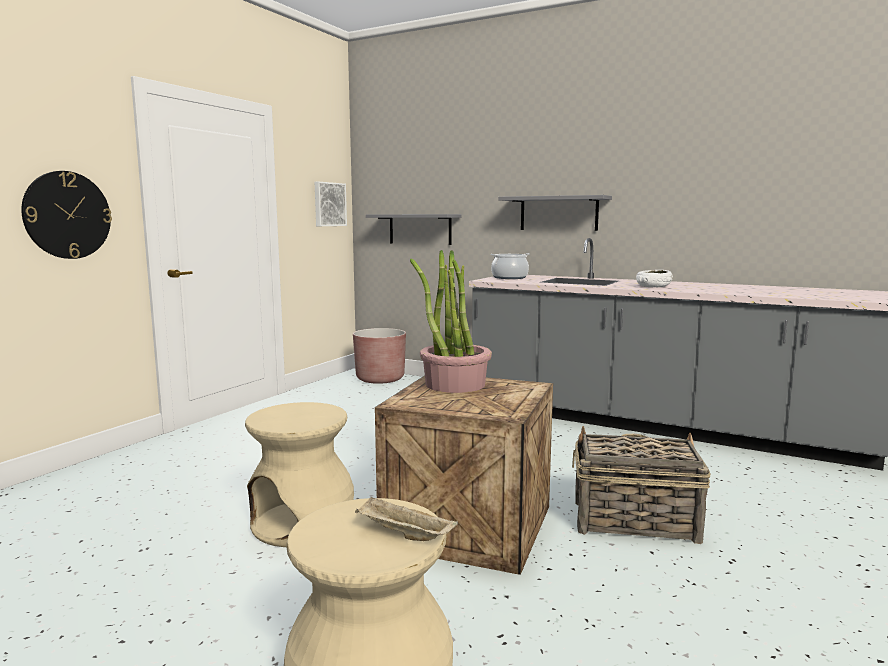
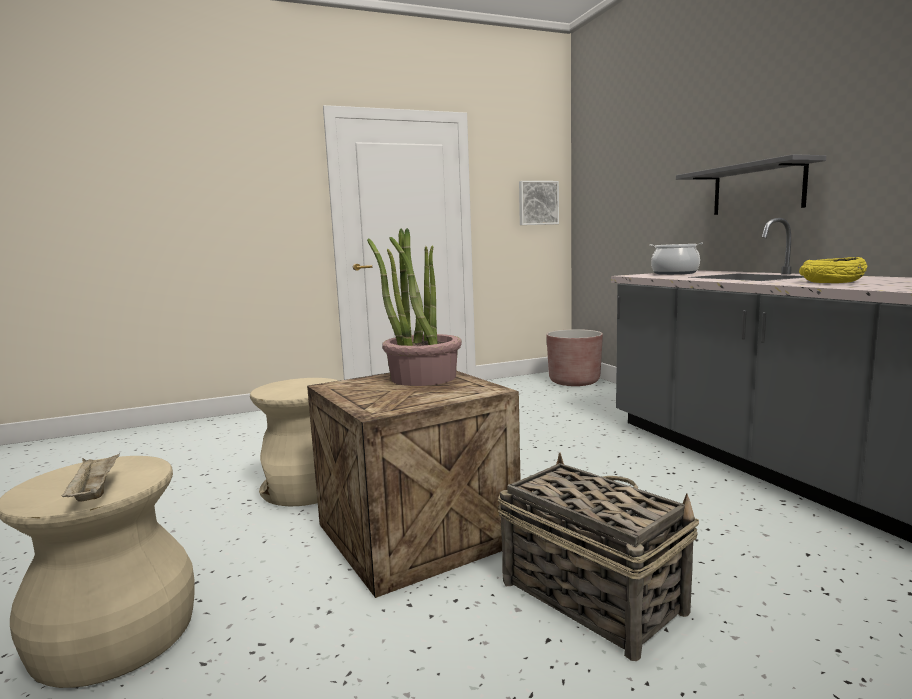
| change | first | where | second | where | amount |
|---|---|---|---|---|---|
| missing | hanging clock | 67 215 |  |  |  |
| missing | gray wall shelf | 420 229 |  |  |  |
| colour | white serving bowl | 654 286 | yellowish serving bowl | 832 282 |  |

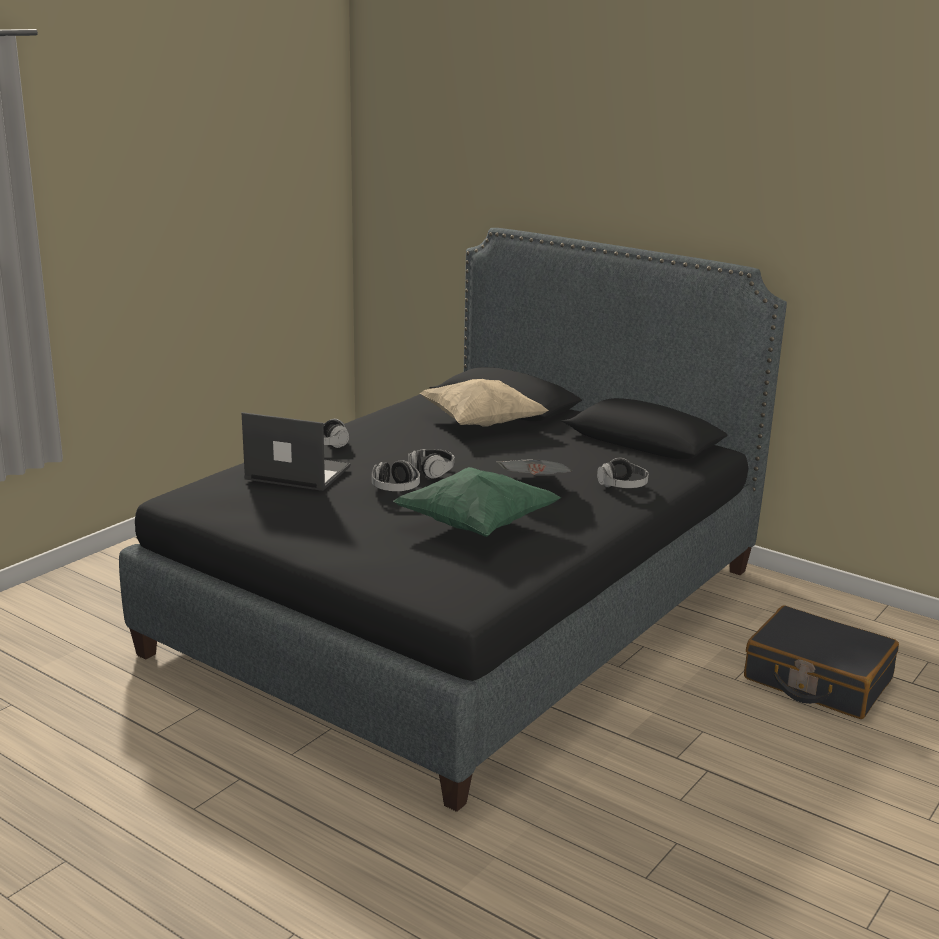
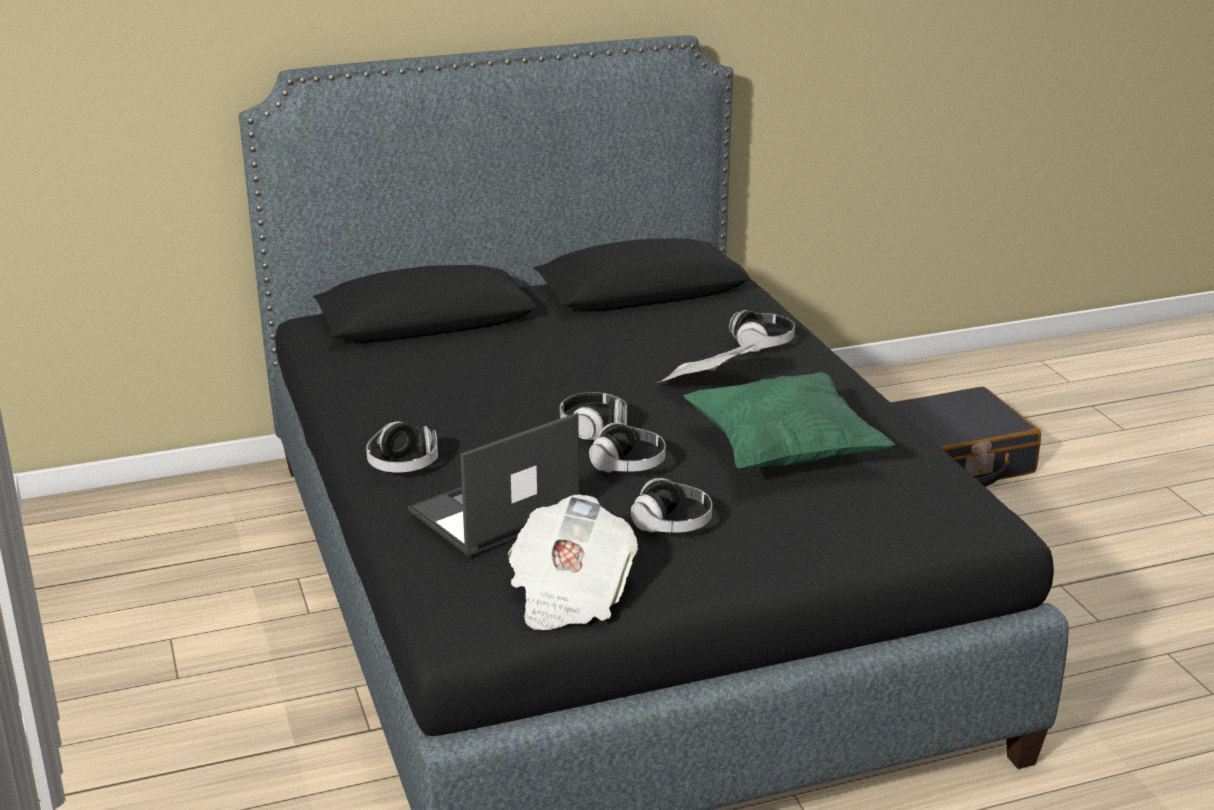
| change | first | where | second | where | amount |
|---|---|---|---|---|---|
| missing | beige-coloured pillow | 481 423 |  |  |  |
| appeared |  |  | pair of headphones | 672 525 |  |
| appeared |  |  | daily paper | 569 595 |  |

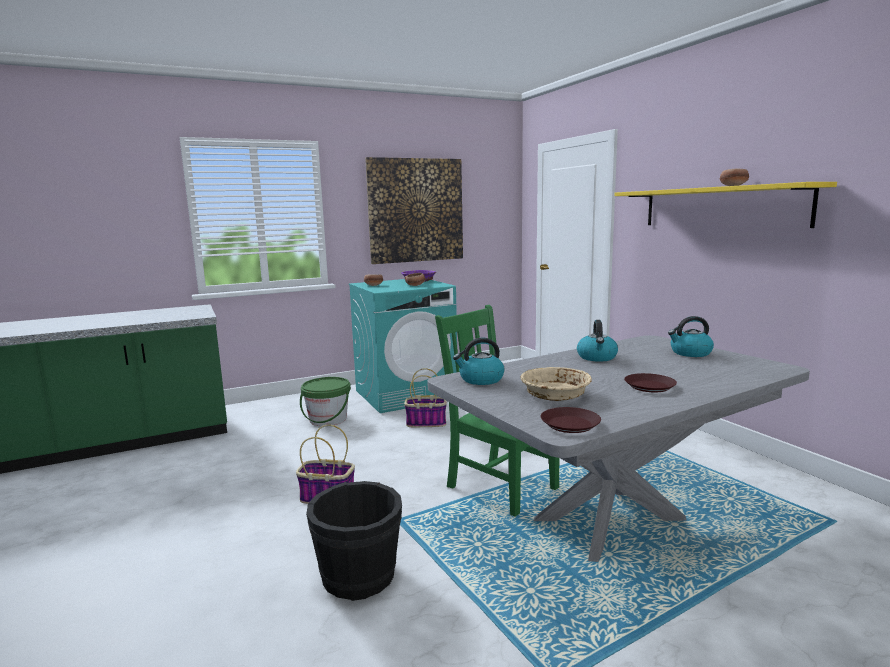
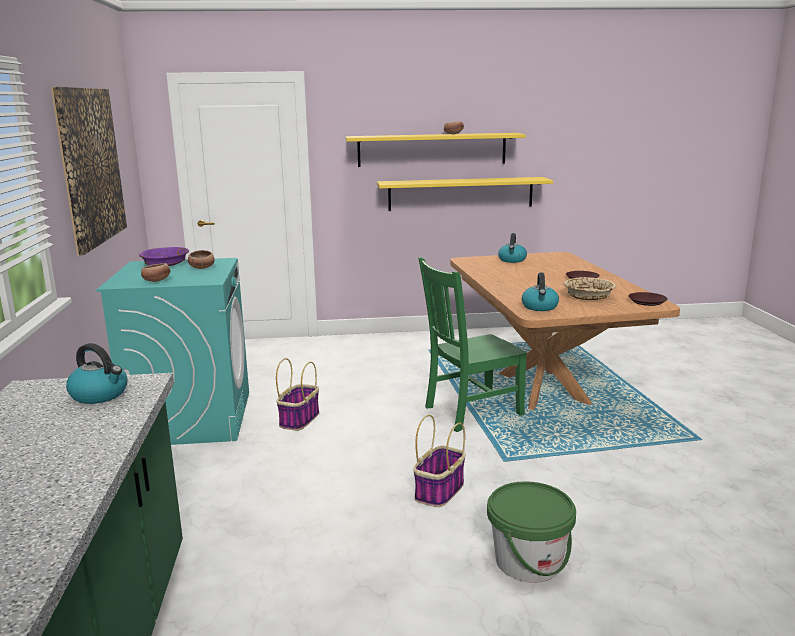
| change | first | where | second | where | amount |
|---|---|---|---|---|---|
| relocated | water kettle | 597 357 |  | 100 395 |  |
| colour | gray dinner table | 611 520 | brown-coloured dinner table | 542 388 |  |
| relocated | green-coloured pail | 328 419 |  | 528 561 |  |
| missing | black pail | 359 577 |  |  |  |
| appeared |  |  | yellowish wall shelf | 460 193 |  |

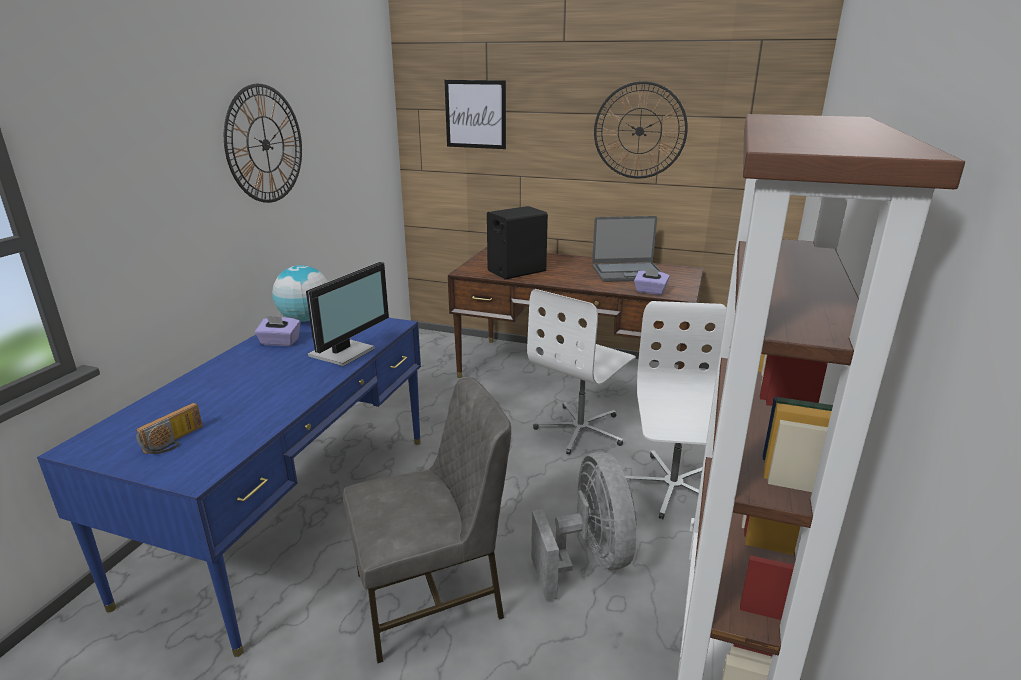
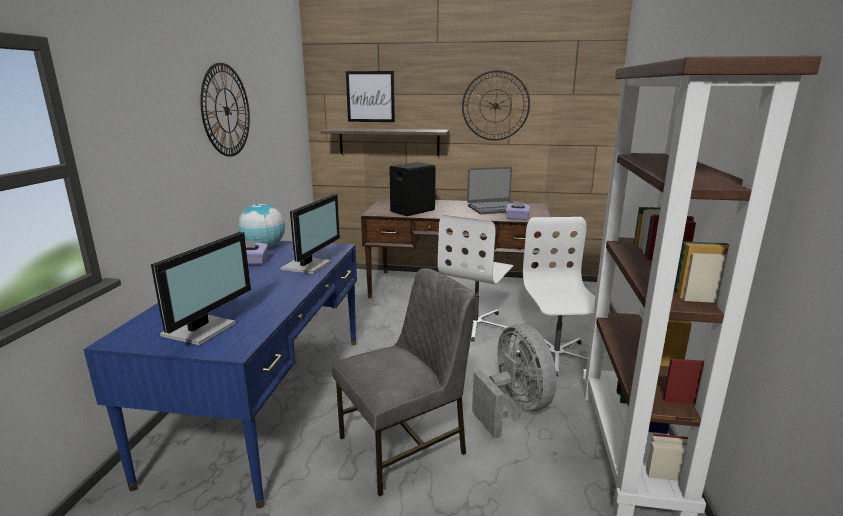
| change | first | where | second | where | amount |
|---|---|---|---|---|---|
| exchanged | radio | 175 442 | computer display | 202 329 |  |
| appeared |  |  | wall shelf | 389 141 |  |

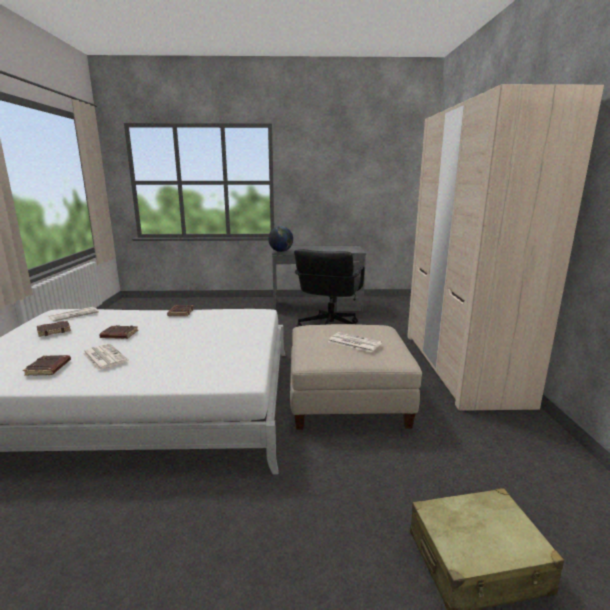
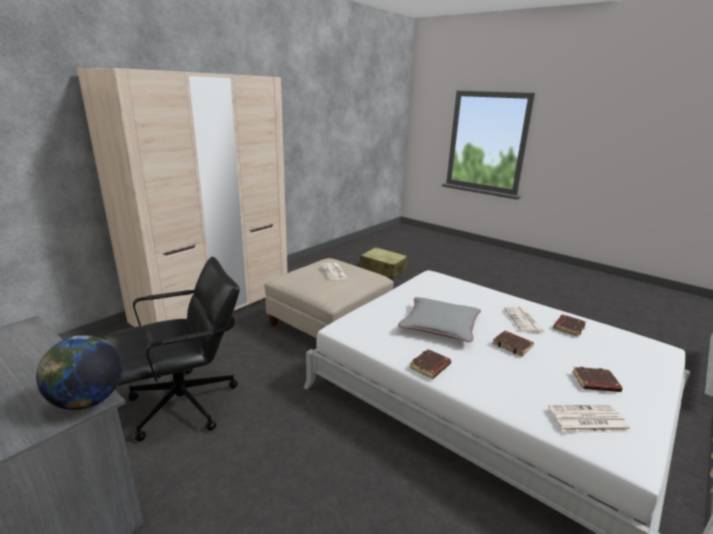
| change | first | where | second | where | amount |
|---|---|---|---|---|---|
| appeared |  |  | gray pillow | 440 325 |  |

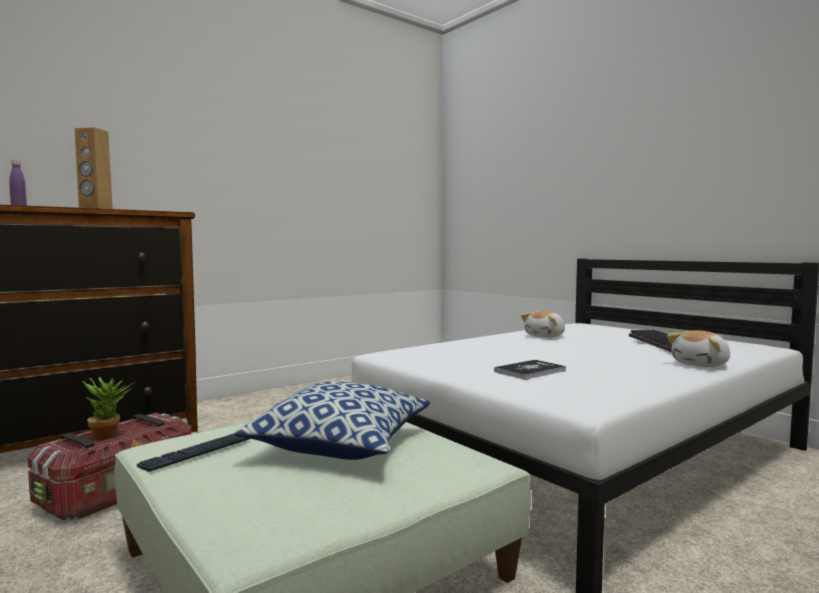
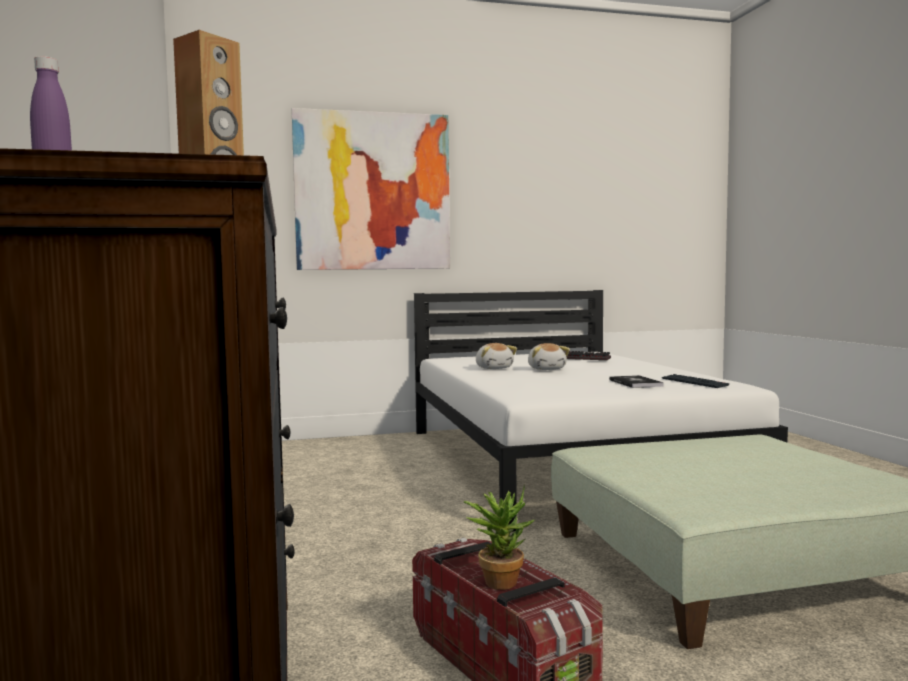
| change | first | where | second | where | amount |
|---|---|---|---|---|---|
| relocated | soft toy | 702 365 |  | 547 369 |  |
| missing | pillow | 341 444 |  |  |  |
| relocated | computer keyboard | 197 453 |  | 694 382 |  |
| appeared |  |  | wall art | 373 191 |  |

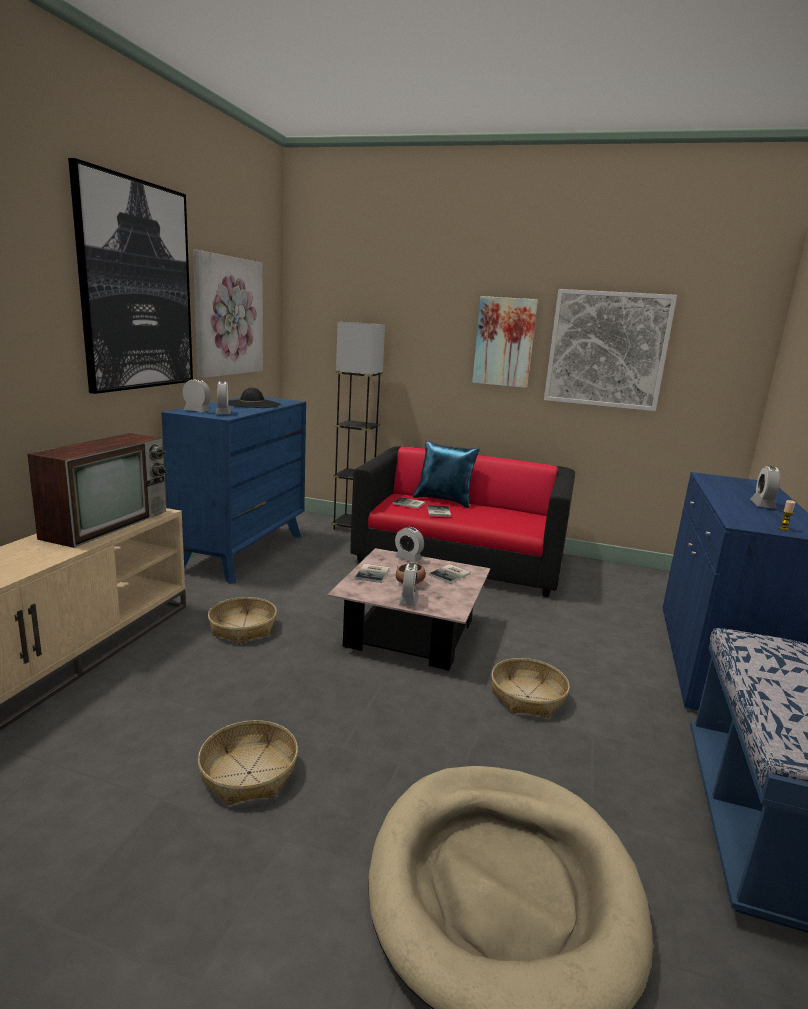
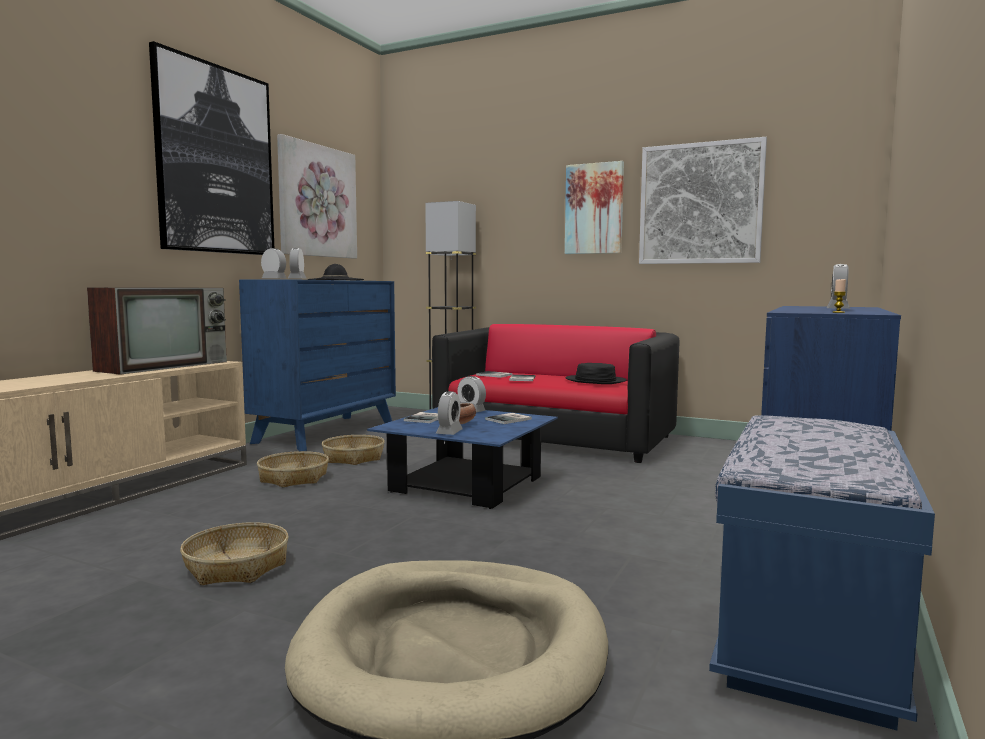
| change | first | where | second | where | amount |
|---|---|---|---|---|---|
| missing | blue pillow | 444 500 |  |  |  |
| colour | pink coffee table | 410 633 | blue coffee table | 467 484 |  |
| relocated | household basket | 527 697 |  | 353 458 |  |
| appeared |  |  | black hat | 595 381 |  |

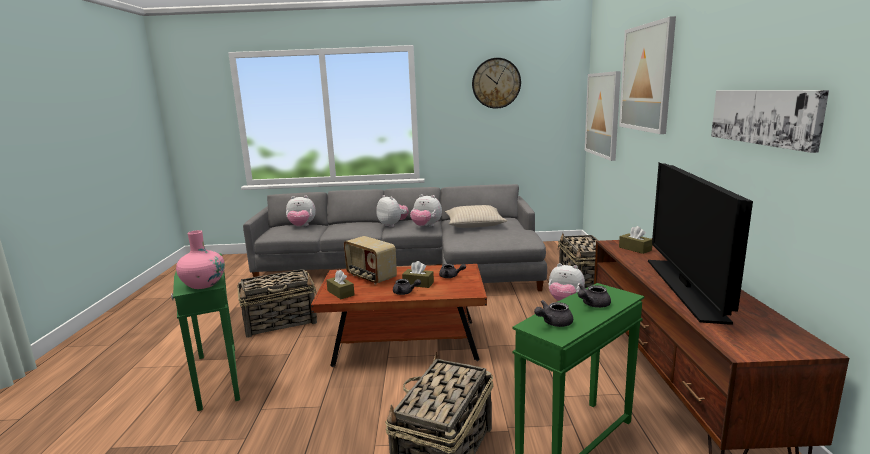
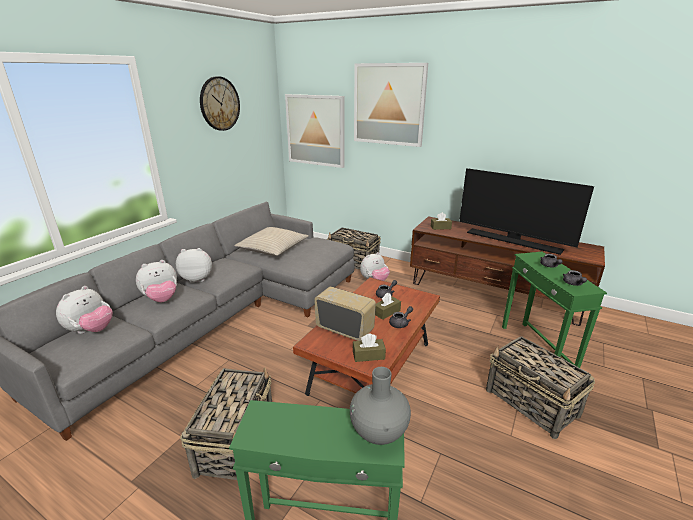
| change | first | where | second | where | amount |
|---|---|---|---|---|---|
| missing | wall art | 764 117 |  |  |  |
| relocated | soft toy | 426 226 |  | 162 299 |  |
| colour | pink decorative vase | 203 284 | gray decorative vase | 378 430 |  |
| spun | radio | 370 277 |  | 345 329 | 135 degrees counterclockwise |

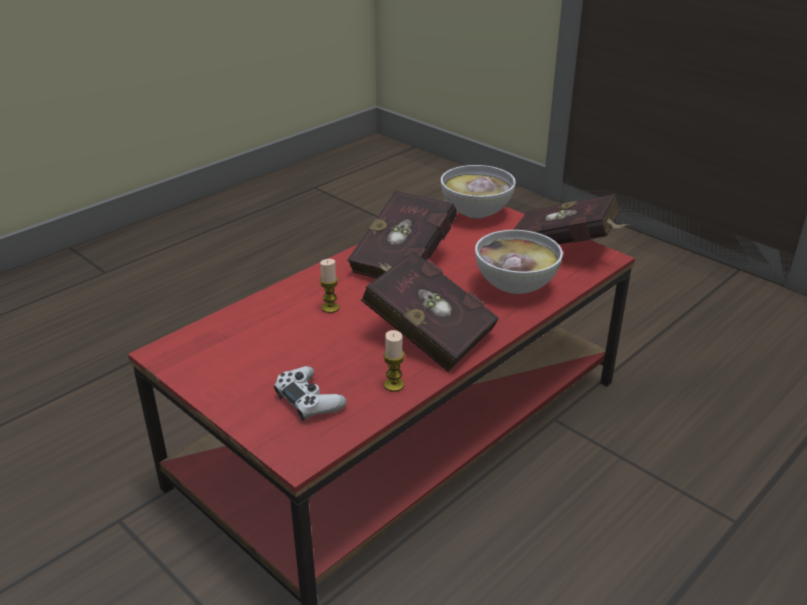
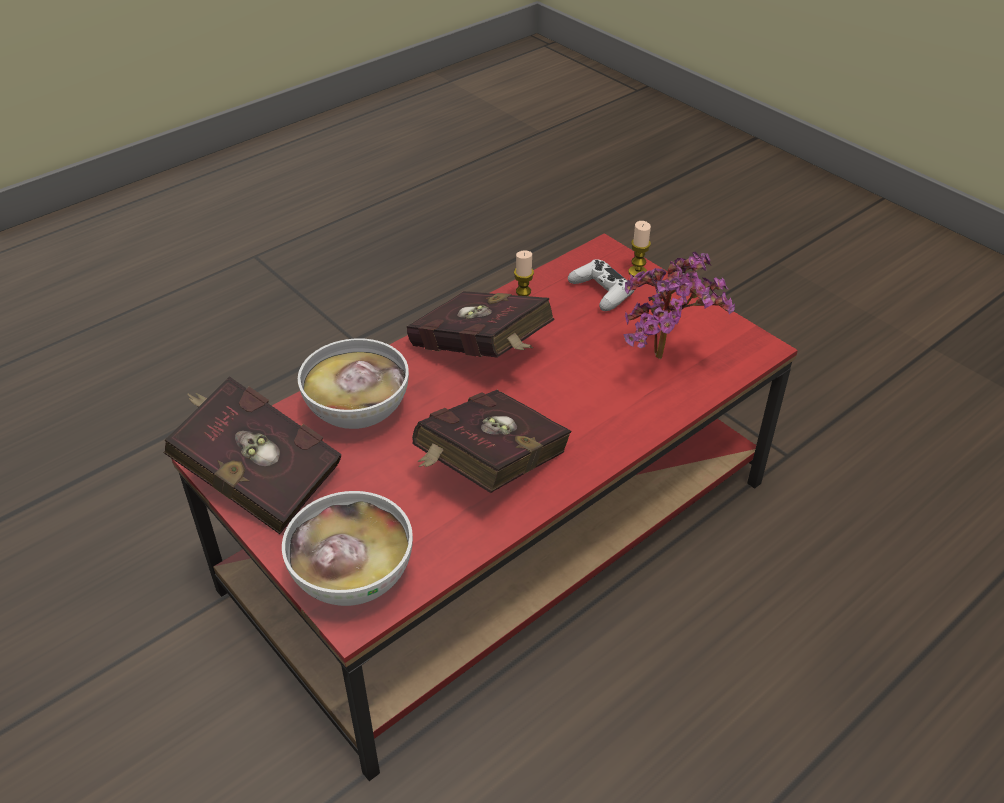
| change | first | where | second | where | amount |
|---|---|---|---|---|---|
| relocated | wax candle | 330 308 |  | 637 272 |  |
| appeared |  |  | potted plant | 665 361 |  |

